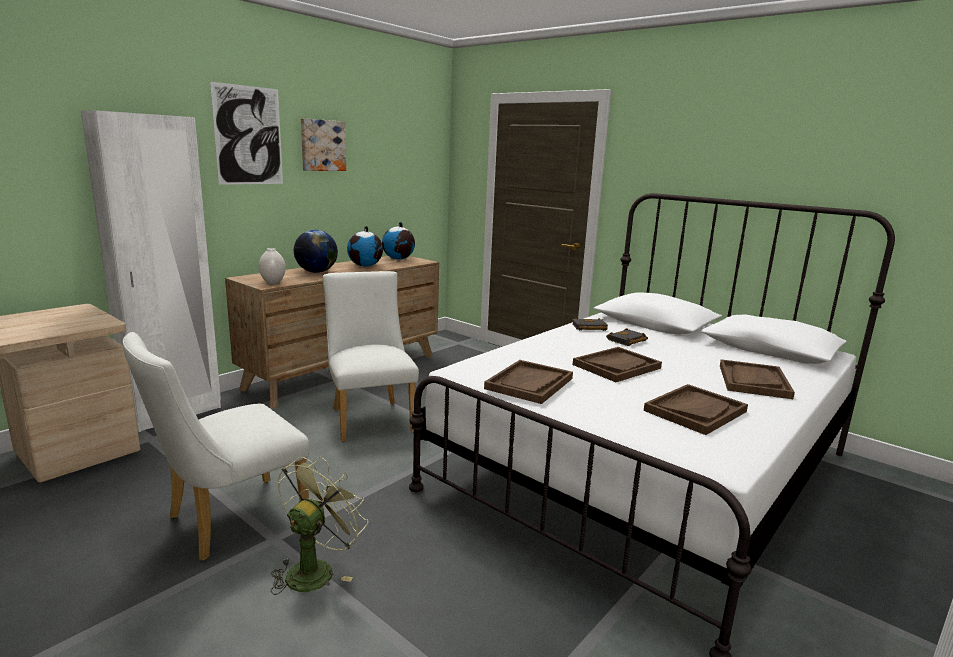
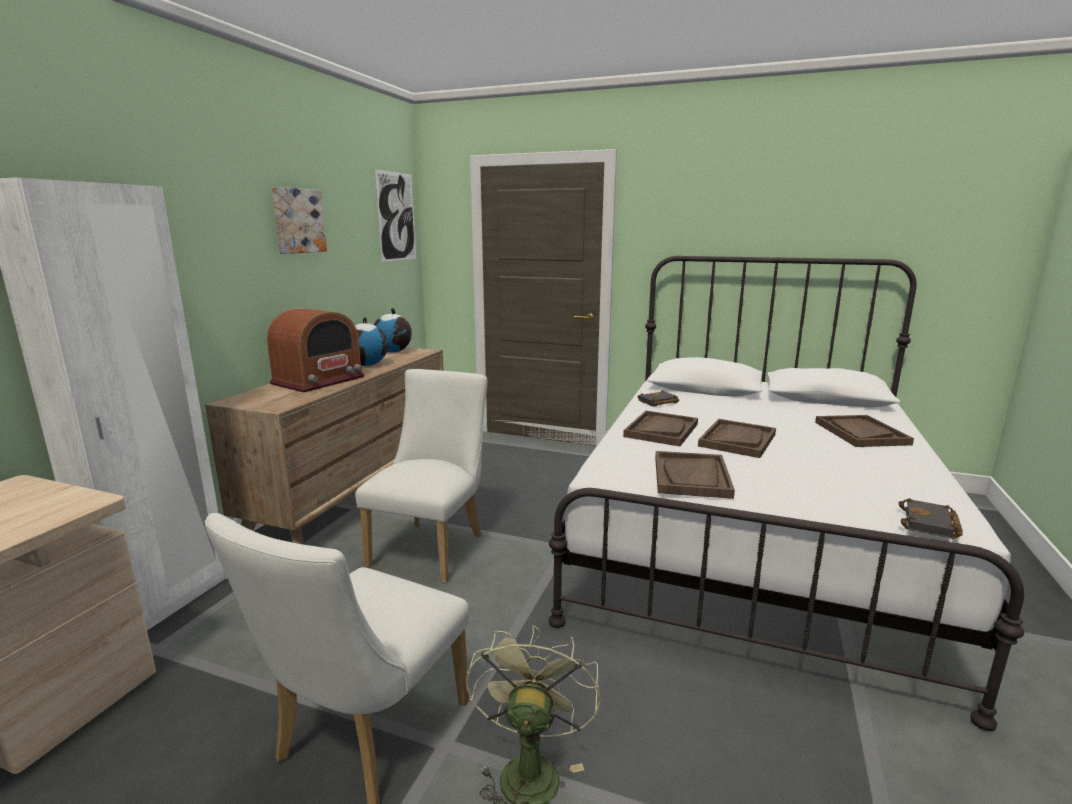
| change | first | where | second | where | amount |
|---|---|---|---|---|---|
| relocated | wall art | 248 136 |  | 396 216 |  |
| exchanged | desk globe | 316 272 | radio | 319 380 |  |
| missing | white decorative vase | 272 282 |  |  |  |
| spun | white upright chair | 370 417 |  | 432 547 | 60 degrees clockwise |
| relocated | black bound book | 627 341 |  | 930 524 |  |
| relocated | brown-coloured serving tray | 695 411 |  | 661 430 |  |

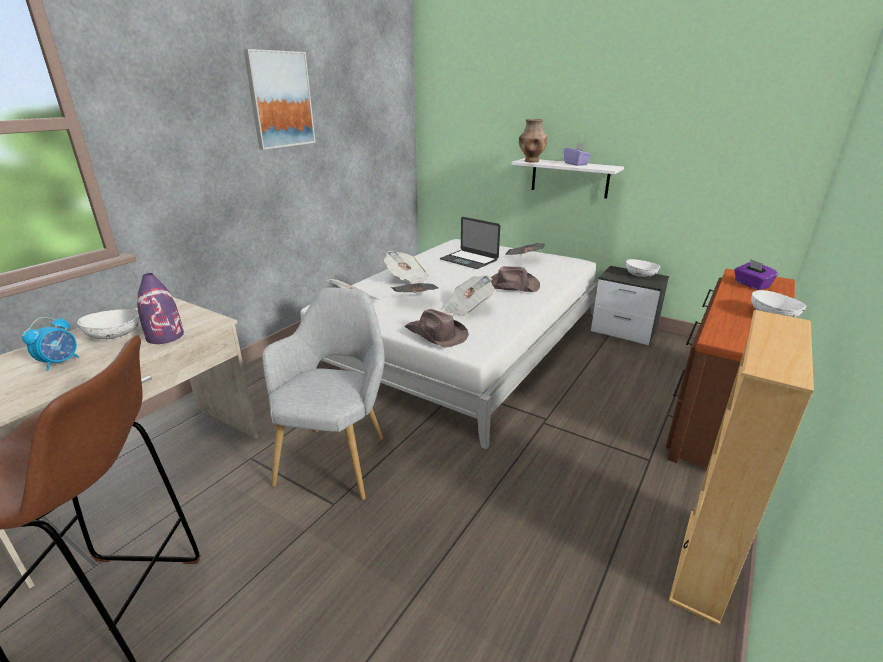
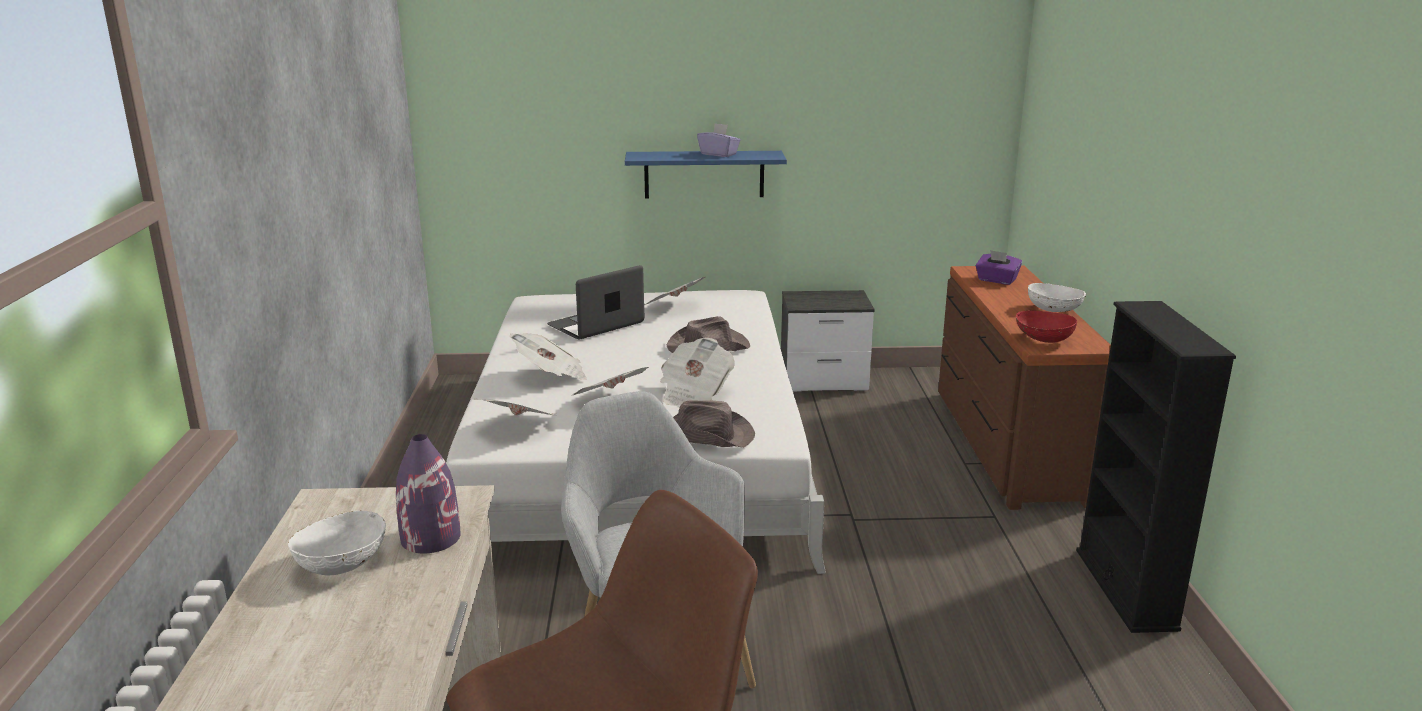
| change | first | where | second | where | amount |
|---|---|---|---|---|---|
| missing | wall art | 280 100 |  |  |  |
| missing | brown-coloured decorative vase | 531 161 |  |  |  |
| colour | white wall shelf | 569 178 | blue wall shelf | 704 174 |  |
| spun | laptop | 469 259 |  | 596 324 | 135 degrees clockwise |
| missing | white serving bowl | 640 275 |  |  |  |
| colour | beige-coloured bookshelf | 703 563 | black bookshelf | 1125 589 |  |
| missing | alarm clock | 60 362 |  |  |  |
| appeared |  |  | red-coloured serving bowl | 1043 340 |  |

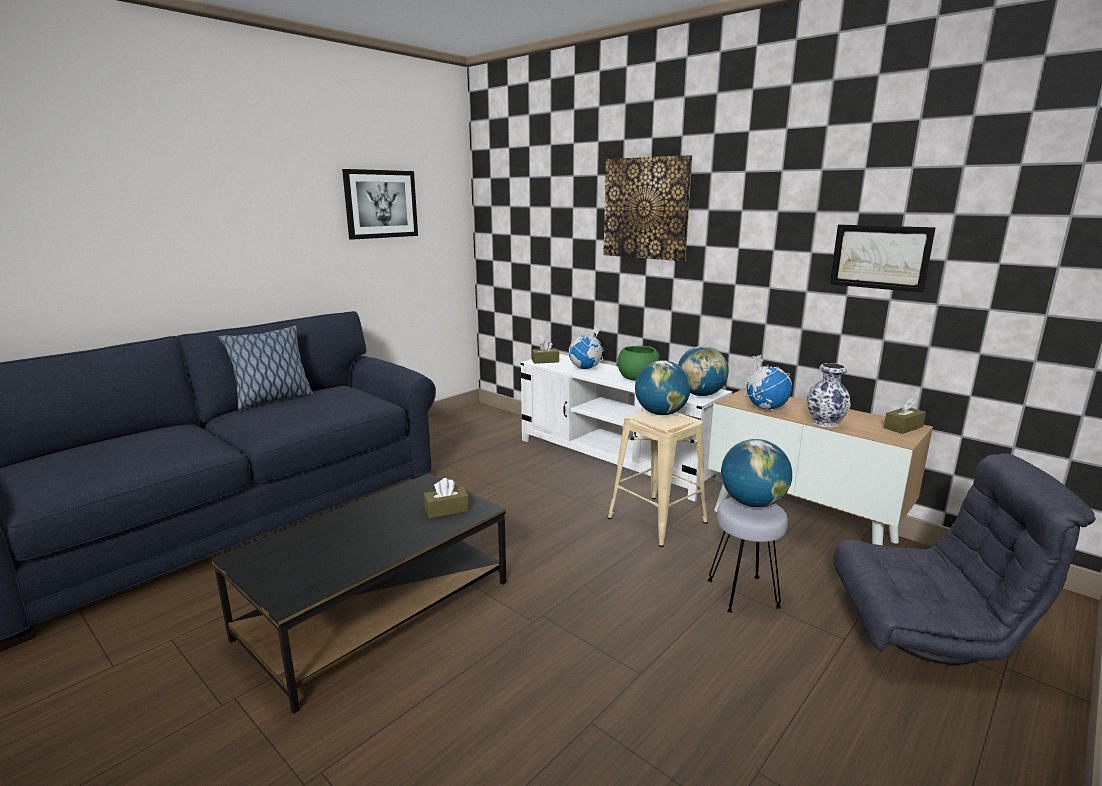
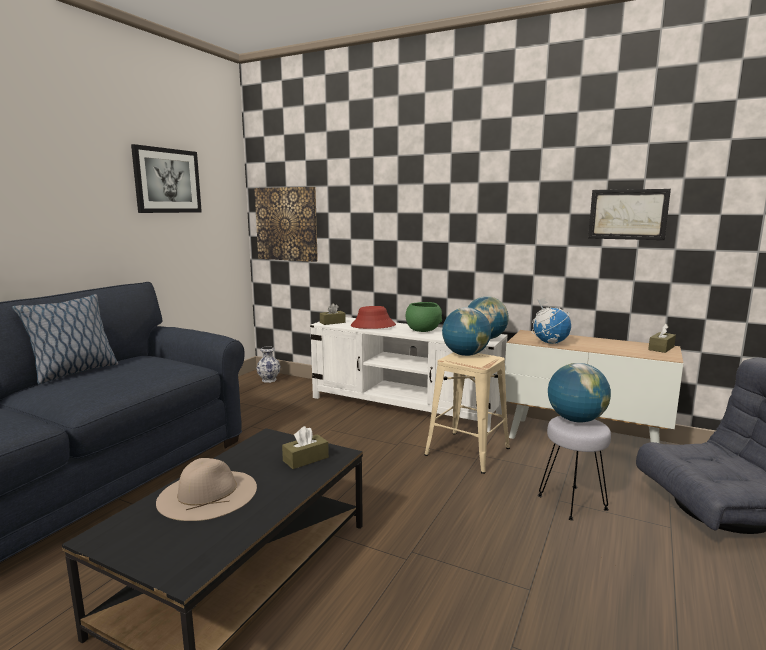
| change | first | where | second | where | amount |
|---|---|---|---|---|---|
| relocated | wall art | 646 208 |  | 287 224 |  |
| exchanged | desk globe | 585 368 | red-coloured hat | 373 326 |  |
| relocated | decorative vase | 824 423 |  | 268 380 |  |
| appeared |  |  | beige-coloured hat | 207 494 |  |

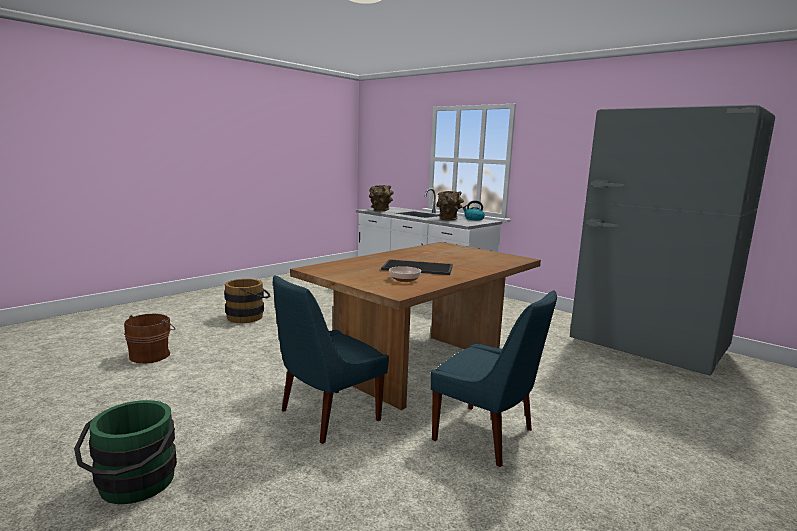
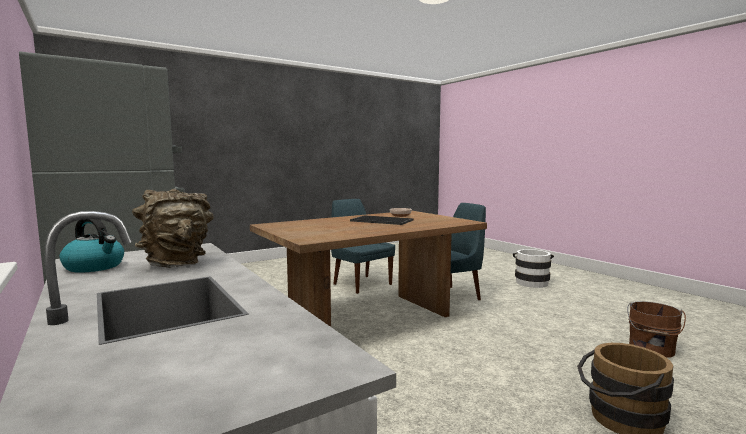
| change | first | where | second | where | amount |
|---|---|---|---|---|---|
| missing | brown-coloured decorative vase | 380 211 |  |  |  |
| colour | green-coloured pail | 134 486 | white pail | 531 282 |  |

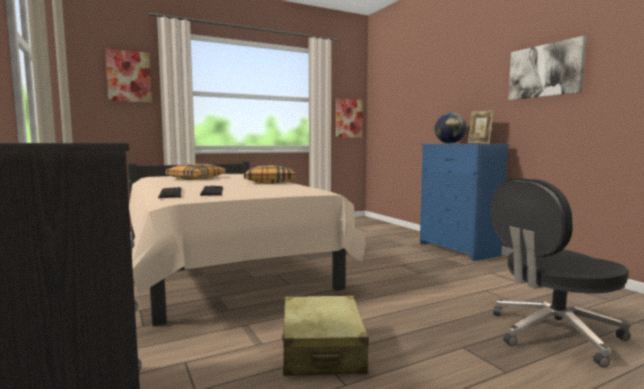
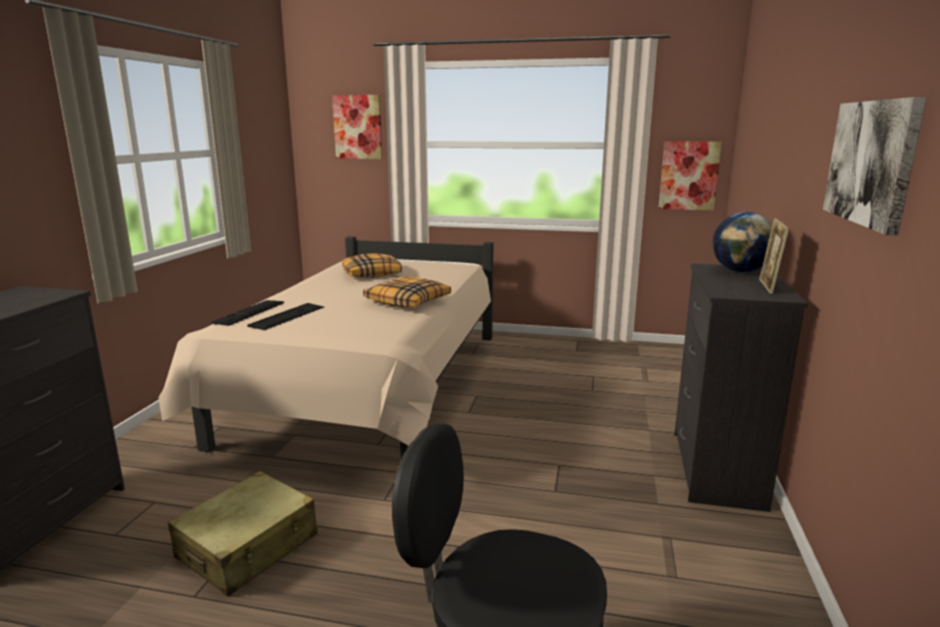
| change | first | where | second | where | amount |
|---|---|---|---|---|---|
| colour | blue dresser | 458 250 | black dresser | 716 469 |  |

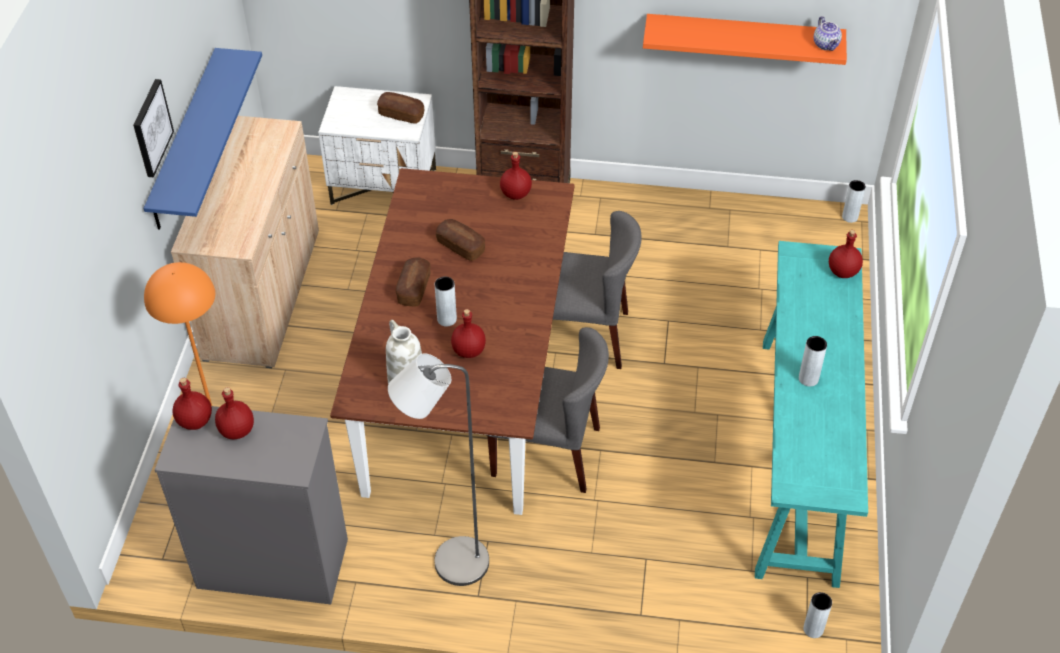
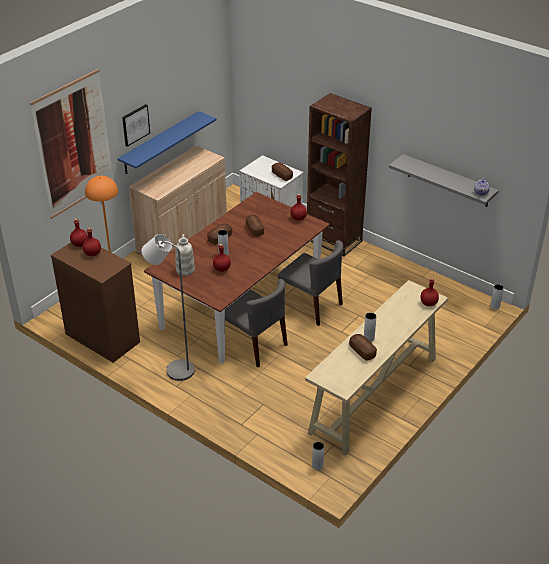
| change | first | where | second | where | amount |
|---|---|---|---|---|---|
| colour | orangey wall shelf | 743 38 | gray wall shelf | 448 181 |  |
| colour | blue-green narrow table | 798 457 | beige-coloured narrow table | 373 395 |  |
| colour | gray dresser | 271 563 | brown-coloured dresser | 102 338 |  |
| appeared |  |  | wall art | 74 144 |  |
| appeared |  |  | bakery bread | 362 351 |  |

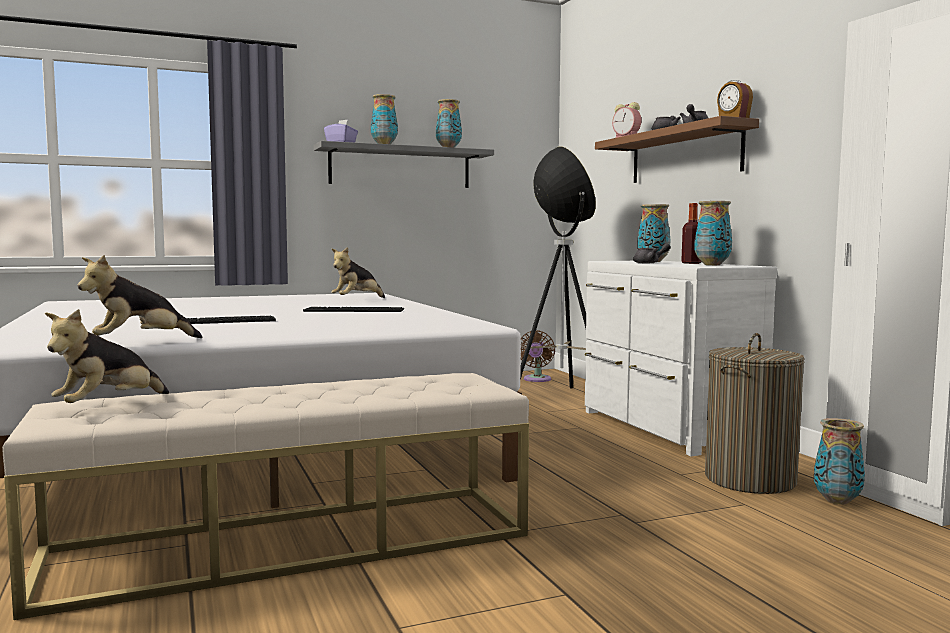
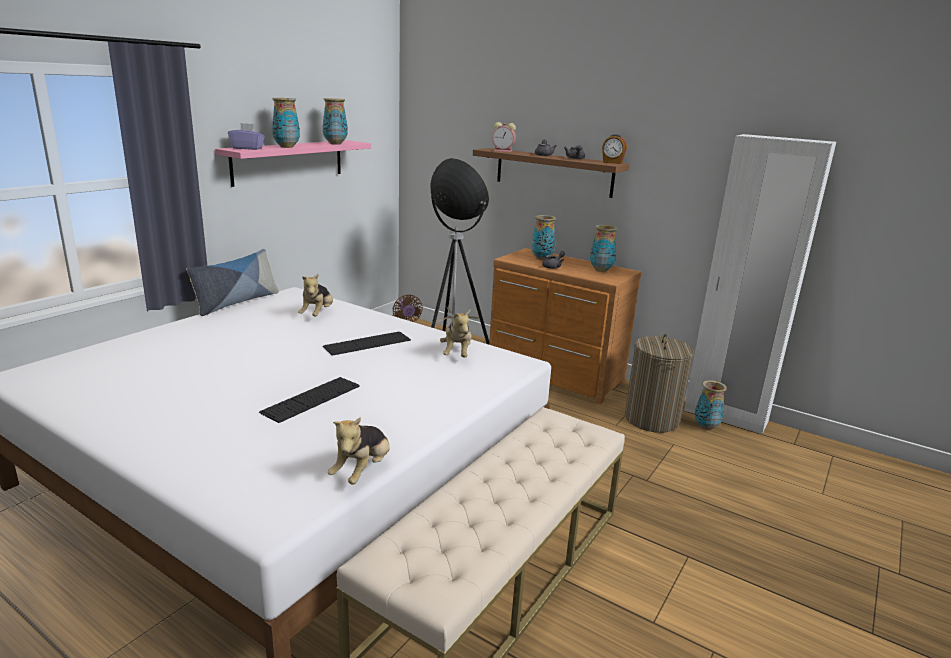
| change | first | where | second | where | amount |
|---|---|---|---|---|---|
| colour | gray wall shelf | 400 167 | pink wall shelf | 289 162 |  |
| missing | bottle | 691 263 |  |  |  |
| colour | white dresser | 665 428 | brown-coloured dresser | 554 376 |  |
| relocated | soft toy | 108 406 |  | 457 353 |  |
| appeared |  |  | pillow | 236 302 |  |

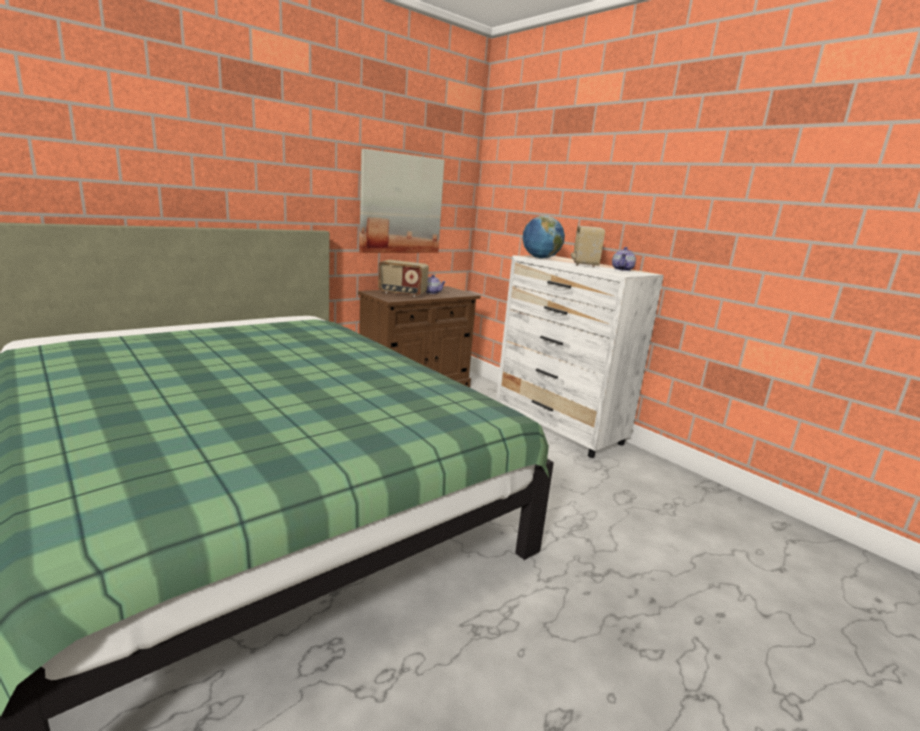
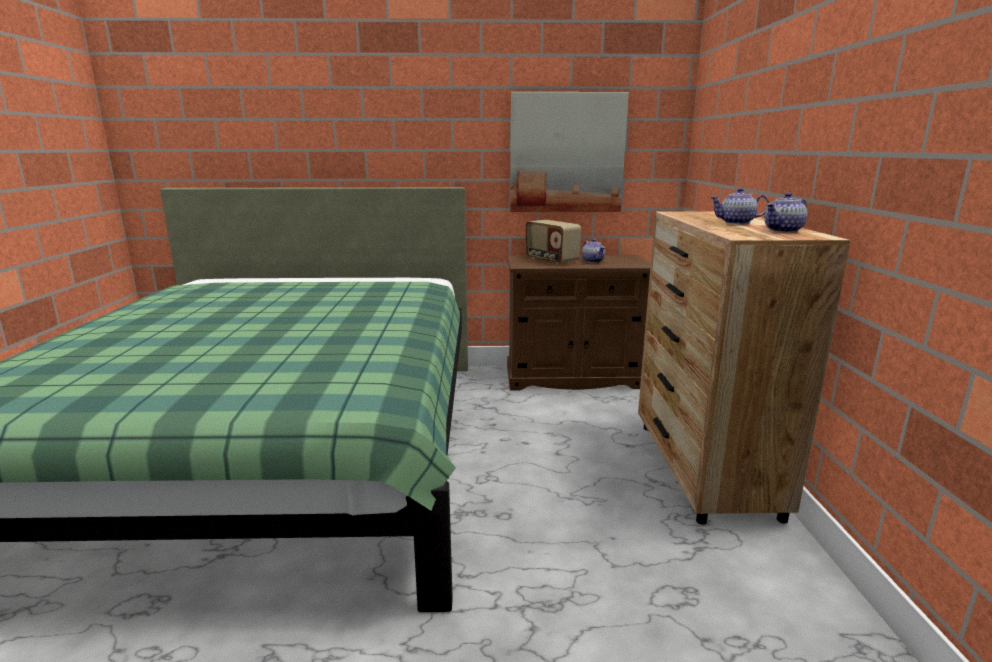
| change | first | where | second | where | amount |
|---|---|---|---|---|---|
| missing | desk globe | 540 258 |  |  |  |
| exchanged | radio | 584 264 | teapot | 736 222 |  |
| colour | white dresser | 559 428 | brown-coloured dresser | 704 469 |  |

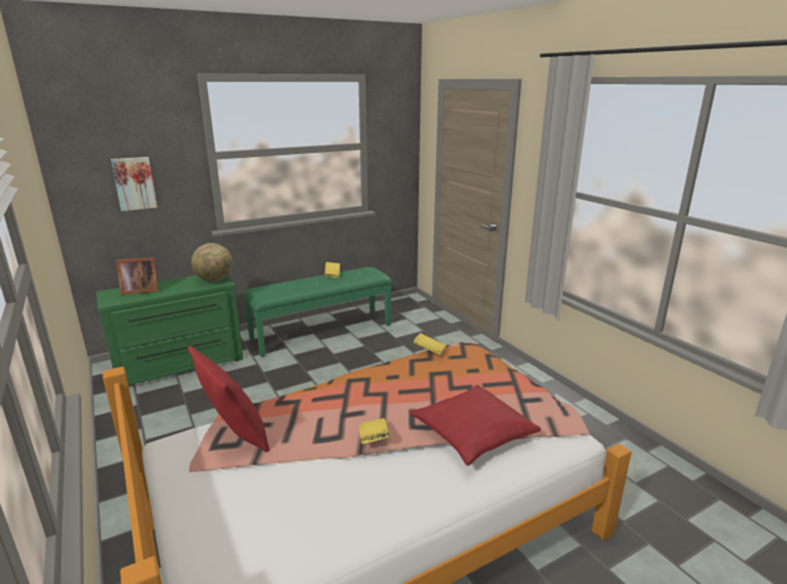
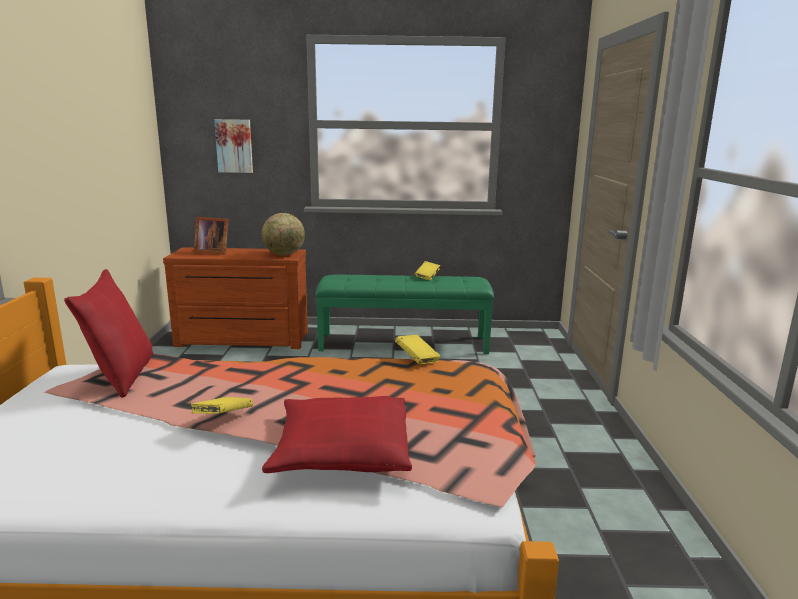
| change | first | where | second | where | amount |
|---|---|---|---|---|---|
| colour | green-coloured dresser | 180 365 | brown-coloured dresser | 242 340 |  |

